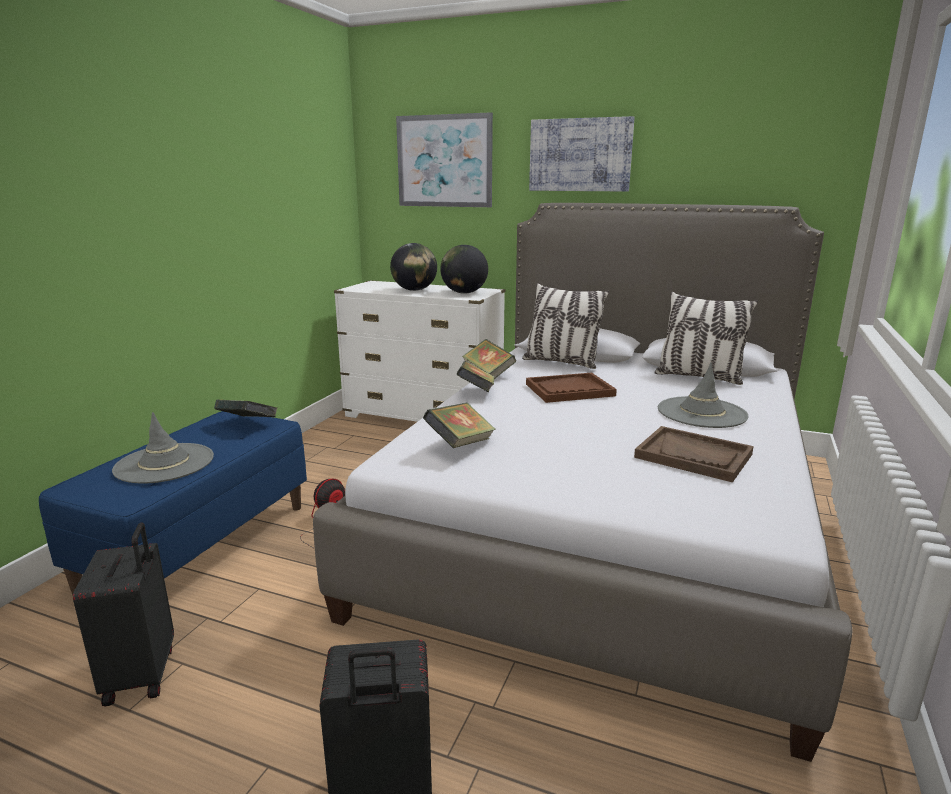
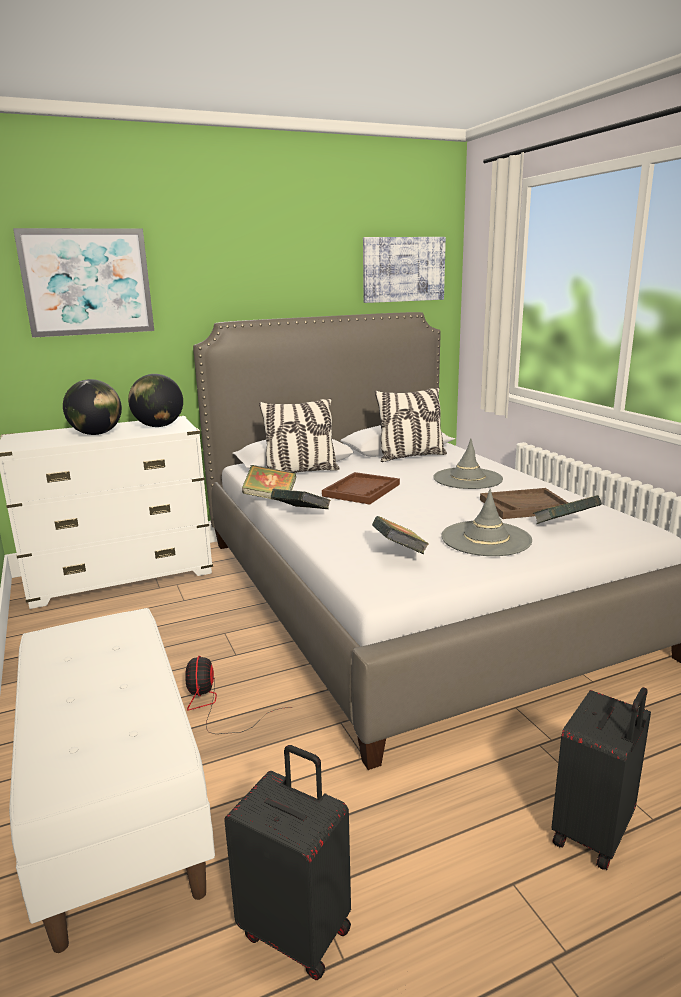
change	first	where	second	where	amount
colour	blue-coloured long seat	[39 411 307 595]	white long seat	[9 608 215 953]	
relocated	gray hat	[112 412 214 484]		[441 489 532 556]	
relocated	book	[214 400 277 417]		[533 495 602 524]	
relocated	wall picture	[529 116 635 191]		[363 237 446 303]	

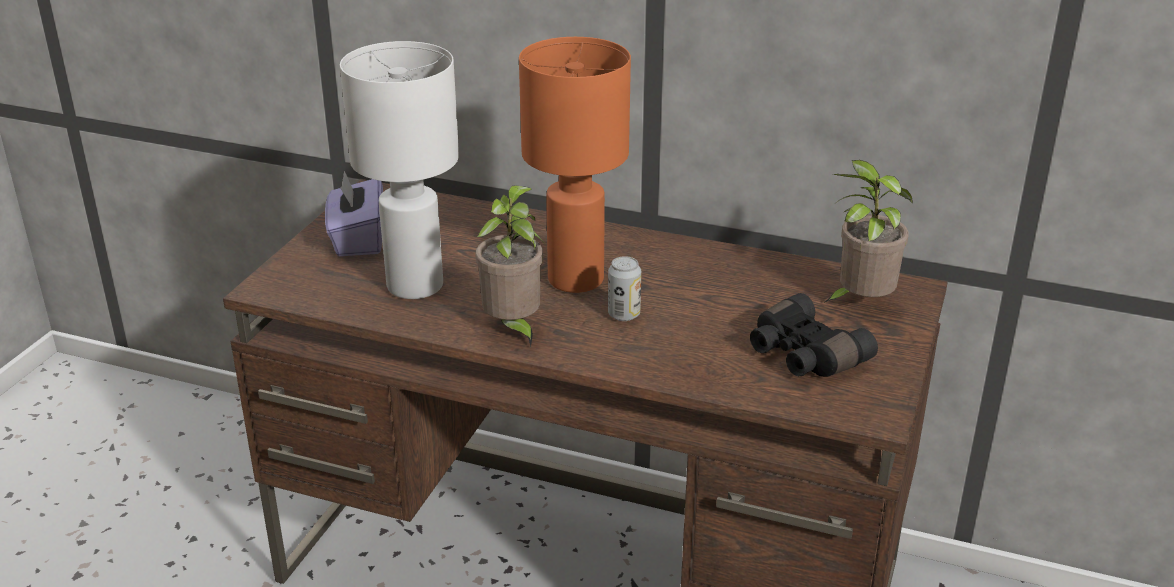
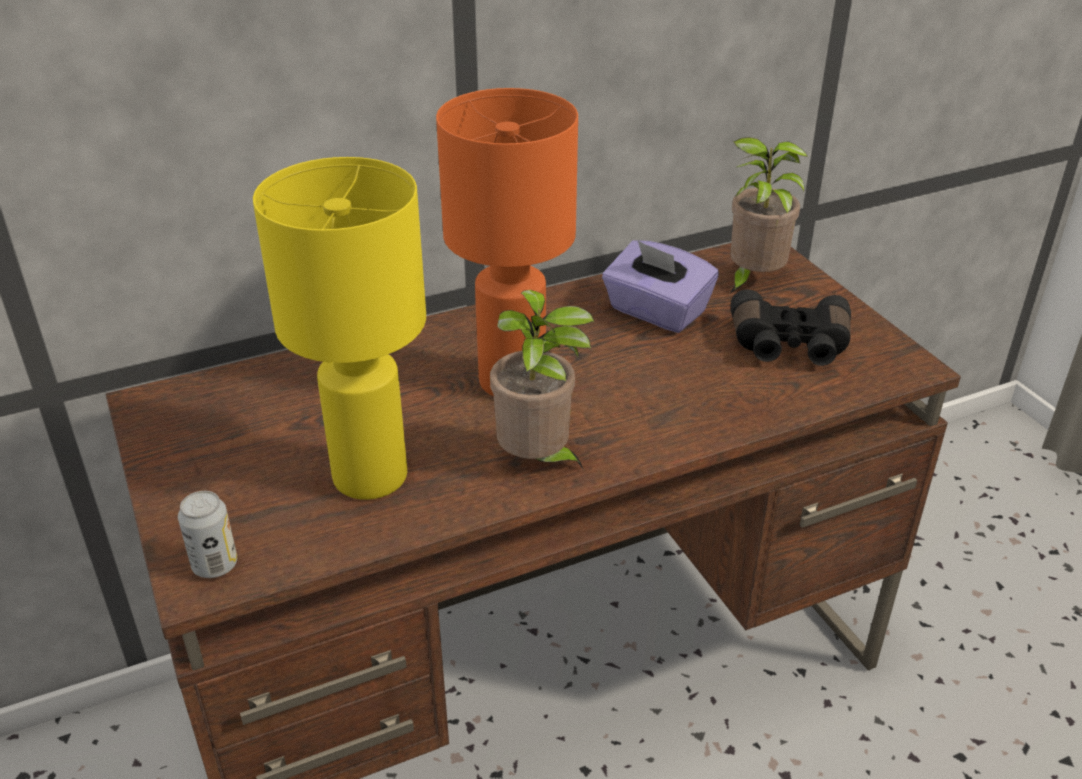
change	first	where	second	where	amount
relocated	purplish tissue box	[325 171 383 256]		[602 240 719 333]	
colour	white lamp for a table	[340 41 459 299]	yellow lamp for a table	[253 157 426 500]	
relocated	sealed can	[608 256 641 321]		[178 491 237 578]	

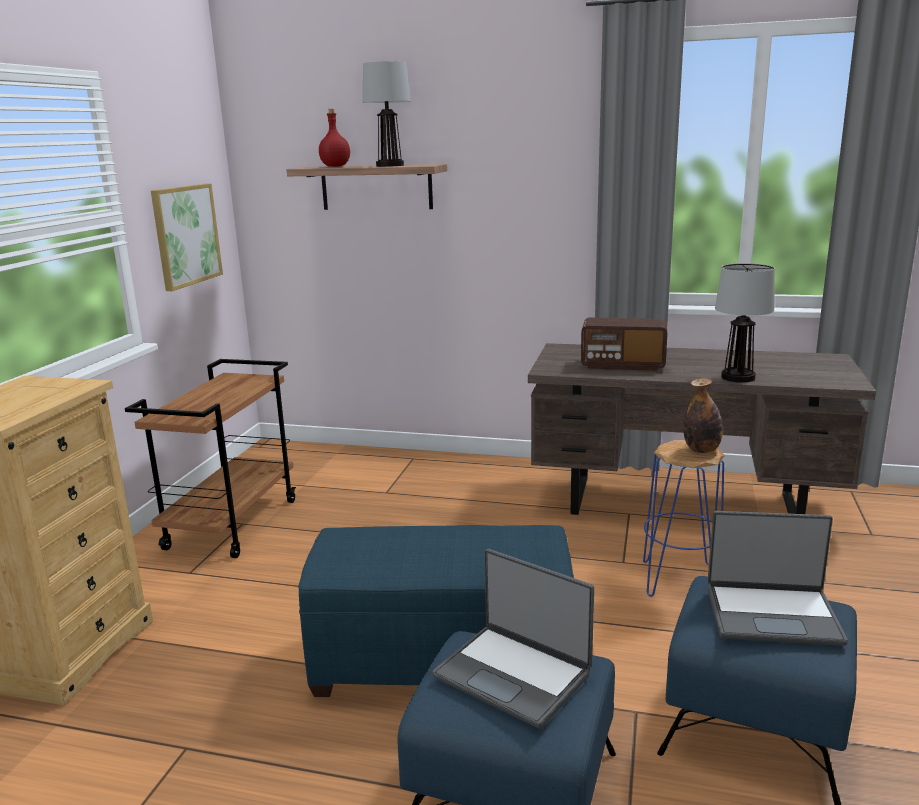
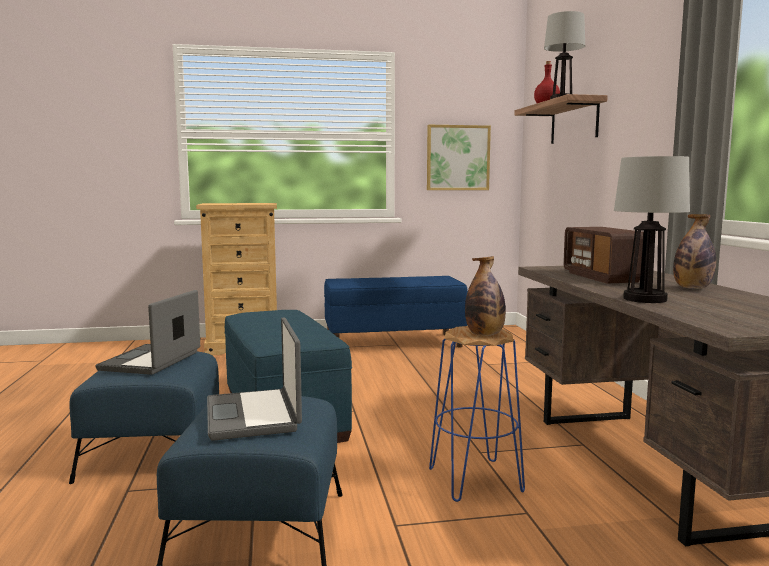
change	first	where	second	where	amount
exchanged	brown trolley	[125 359 296 558]	blue-coloured long seat	[324 276 468 347]	
appeared			drink bottle	[673 214 716 289]	

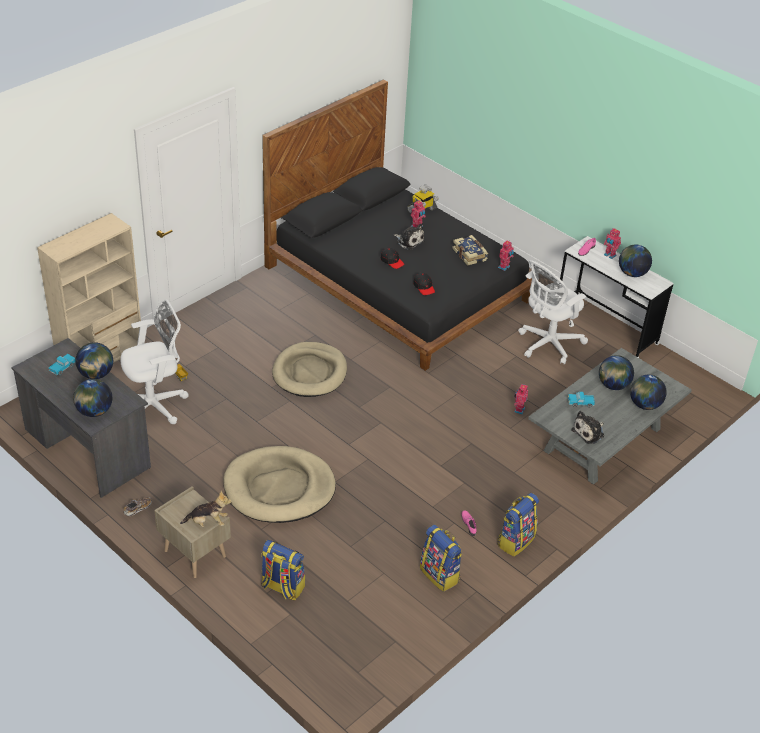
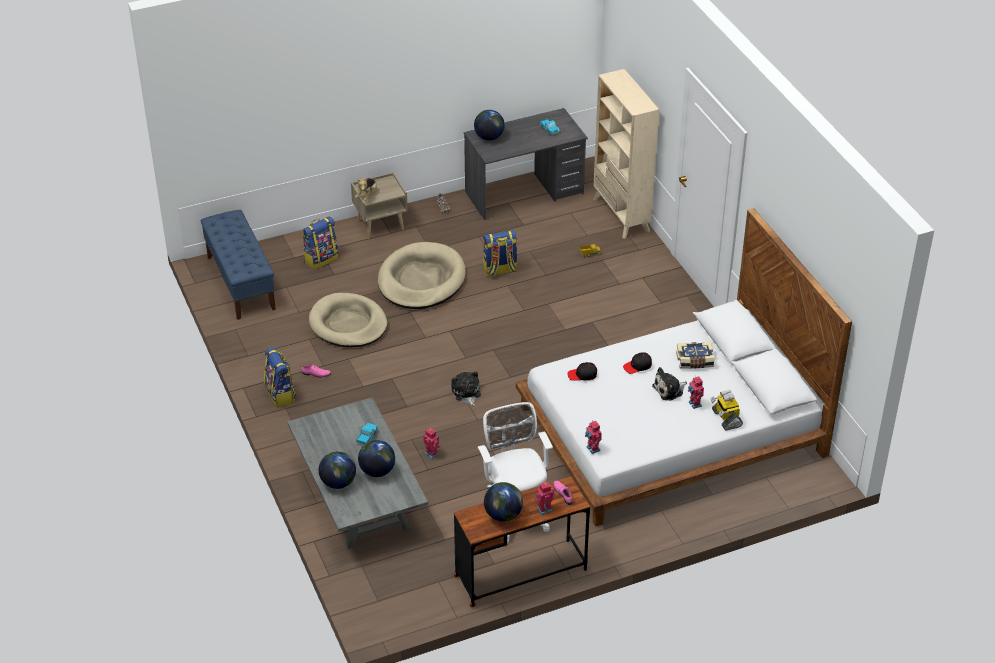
change	first	where	second	where	amount
missing	globe	[75 342 113 379]			
missing	white office chair	[121 299 189 424]			
colour	black-coloured bedroom bed	[262 79 532 371]	white bedroom bed	[516 208 852 527]	
relocated	sand-coloured pet bed	[272 342 347 397]		[309 293 388 347]	
relocated	backpack	[420 525 463 592]		[483 230 518 277]	
relocated	book	[452 235 488 266]		[676 342 715 369]	
colour	white desk table	[559 236 674 358]	brown desk table	[454 476 590 607]	
relocated	soft toy	[571 411 604 444]		[451 371 481 406]	
appeared			blue-coloured long seat	[201 210 276 320]	

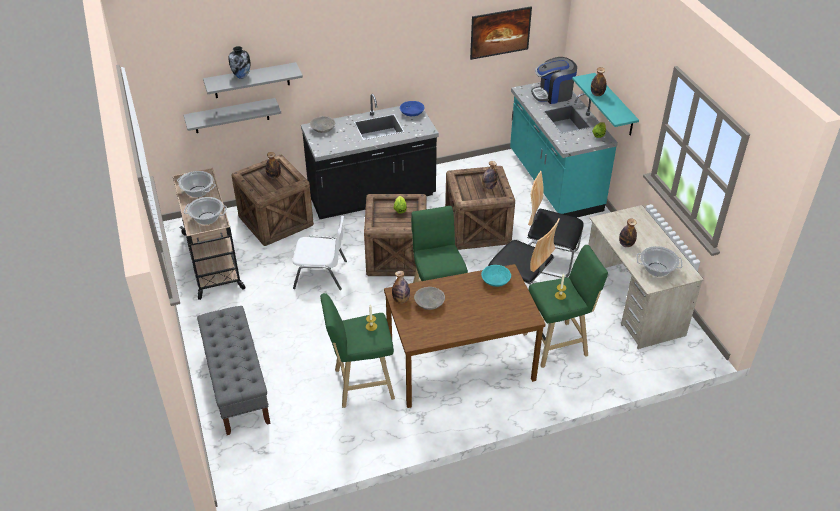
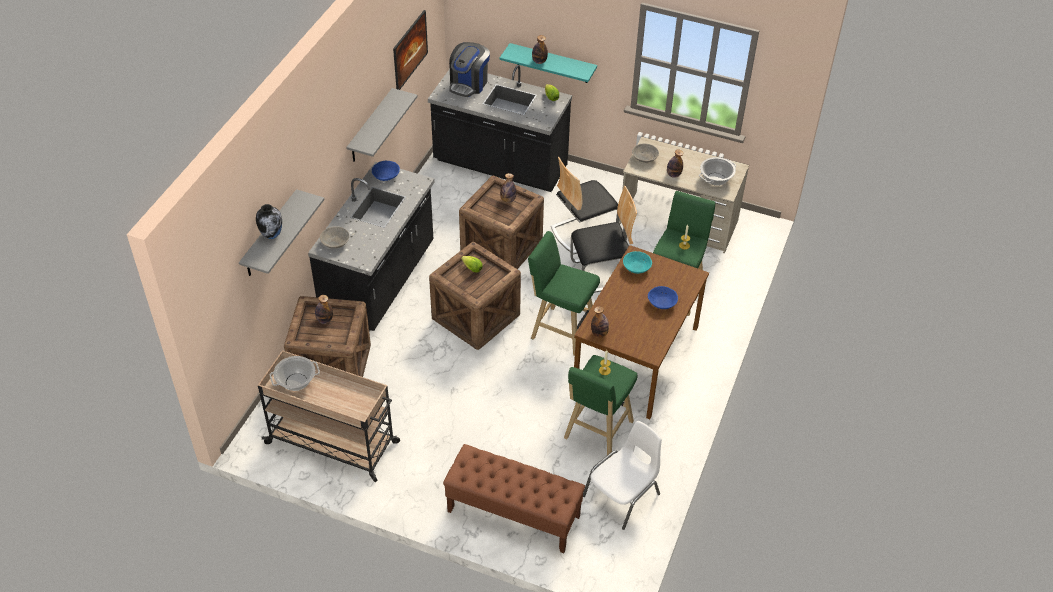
change	first	where	second	where	amount
relocated	gray wall shelf	[184 98 281 133]		[346 88 418 161]	
missing	cooking pot	[184 197 227 225]			
colour	gray long seat	[197 306 270 435]	brown long seat	[443 444 585 553]	
relocated	white chair	[292 216 347 290]		[583 421 662 530]	
relocated	gray serving bowl	[414 287 445 310]		[632 143 659 163]	
colour	blue-green kitchen counter	[510 82 618 218]	black-coloured kitchen counter	[428 65 572 192]	
appeared			blue-coloured serving bowl	[648 286 678 309]	

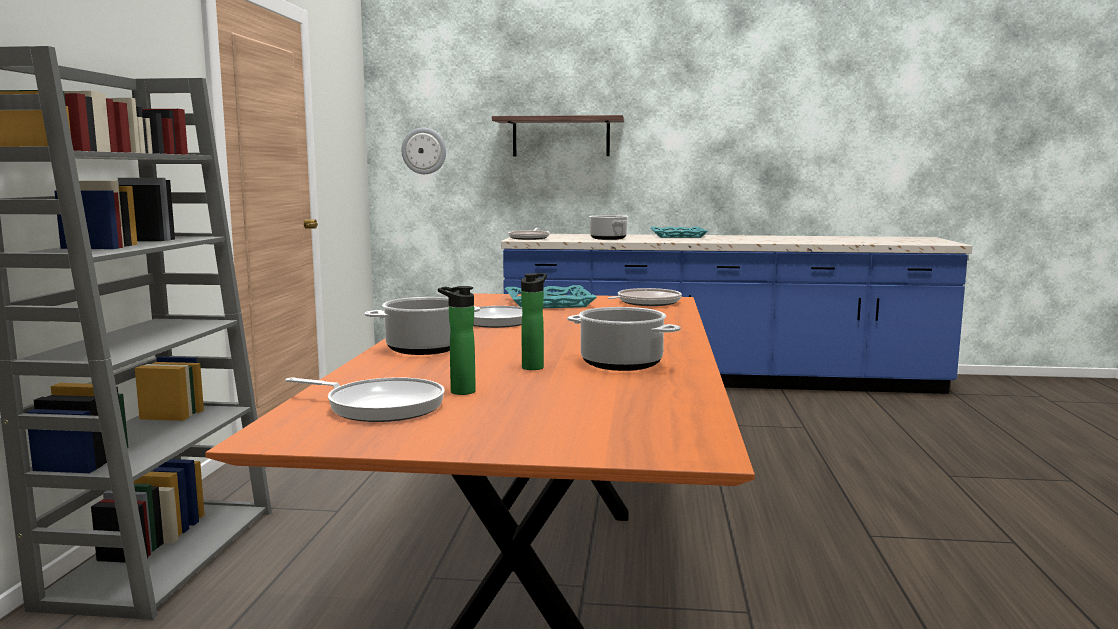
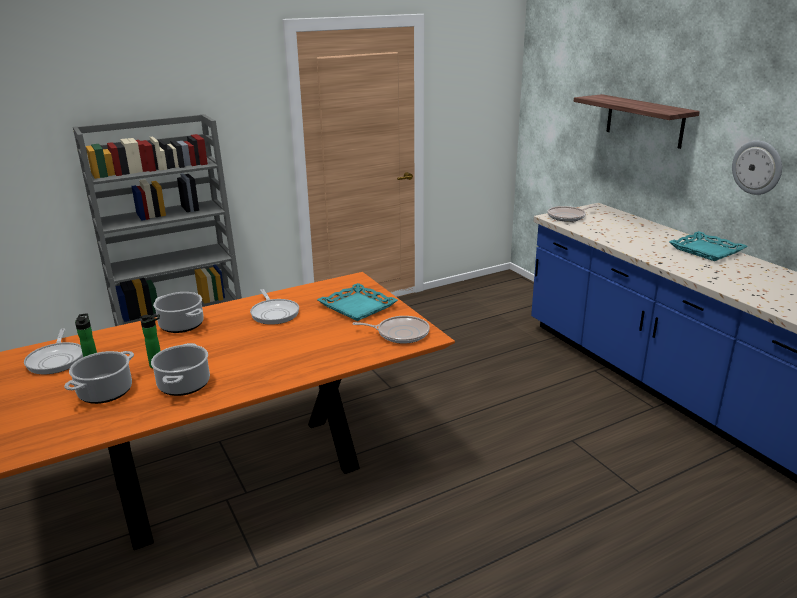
change	first	where	second	where	amount
relocated	clock on the wall	[401 128 446 174]		[732 141 782 195]	
relocated	cooking pot	[589 215 628 240]		[64 351 134 404]	

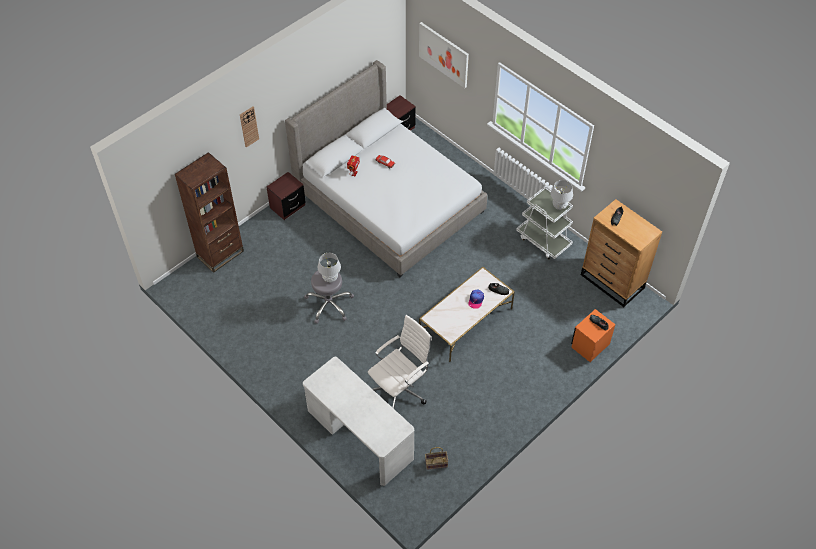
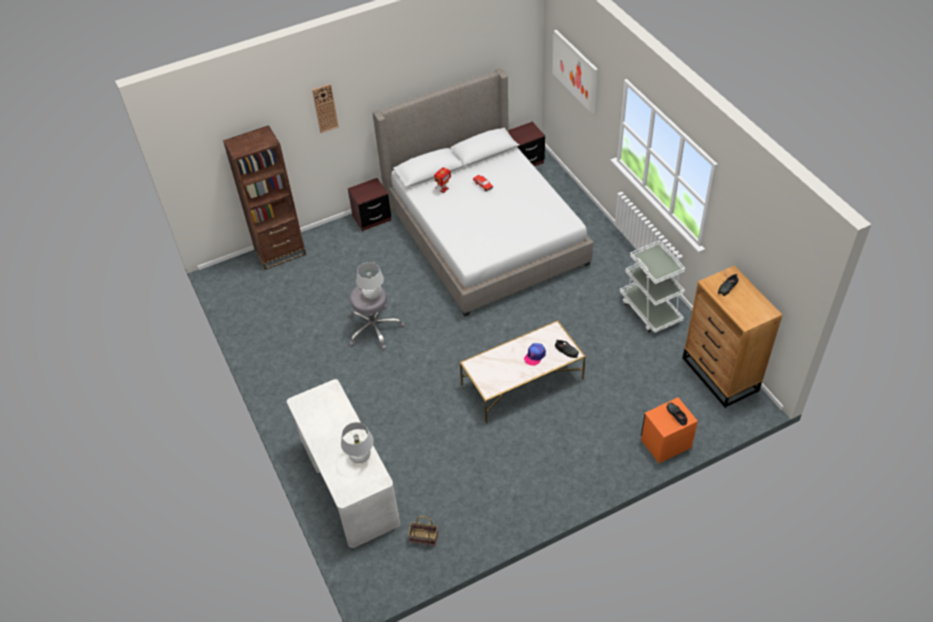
change	first	where	second	where	amount
missing	white office chair	[368 315 432 409]			
relocated	white lamp for a table	[551 180 573 210]		[341 422 374 463]	

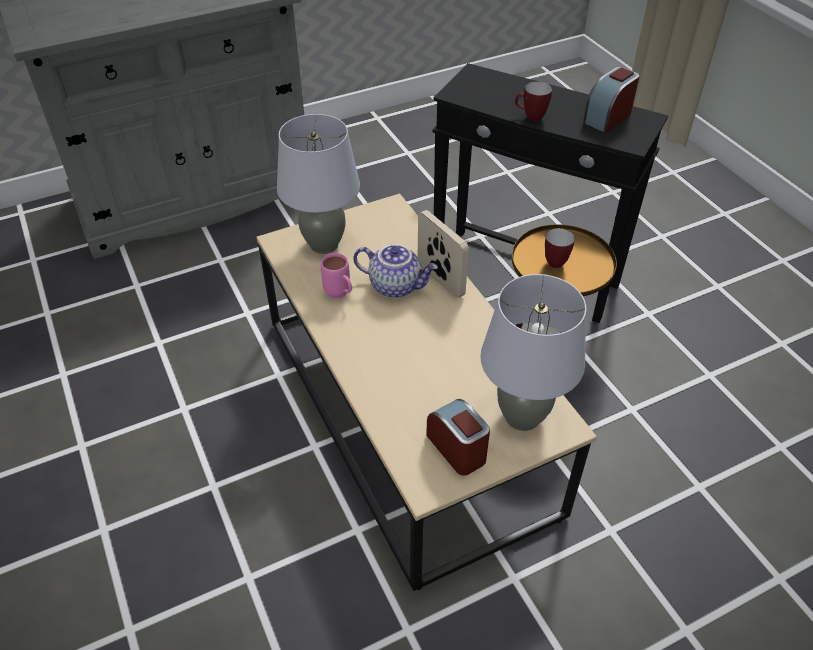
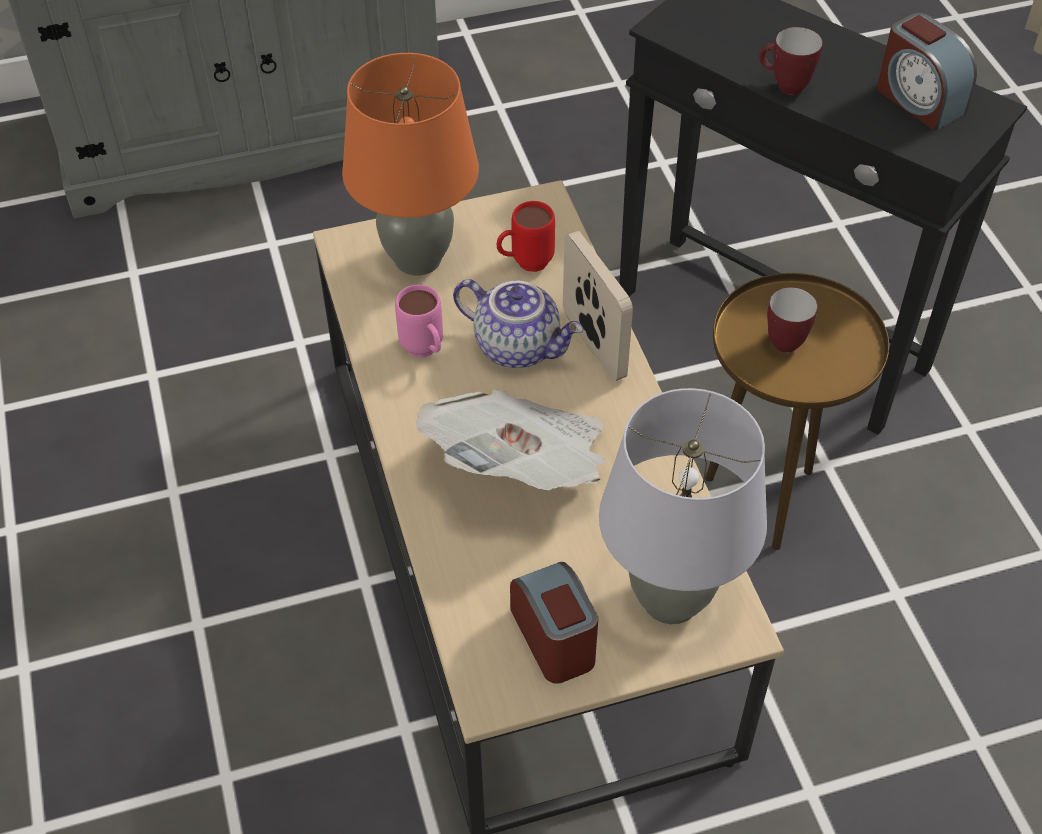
change	first	where	second	where	amount
colour	gray lamp for a table	[277 114 360 254]	orangey lamp for a table	[342 53 479 276]	
spun	bedside clock	[583 67 640 133]		[877 13 977 131]	90 degrees counterclockwise
appeared			printed paper	[416 389 606 490]	
appeared			reddish tea mug	[497 201 555 272]	

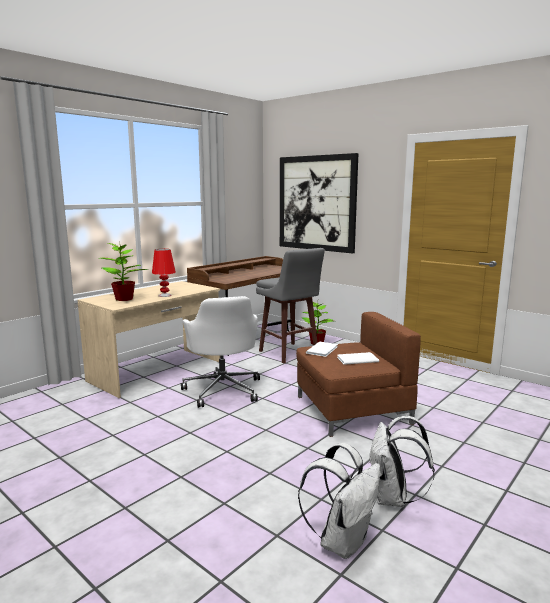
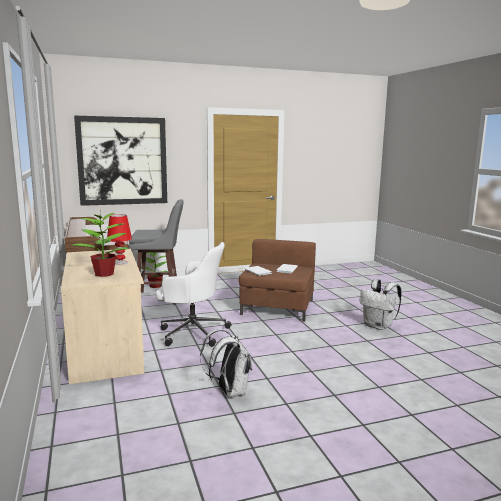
change	first	where	second	where	amount
relocated	white backpack	[298 443 380 559]		[200 329 252 398]	

